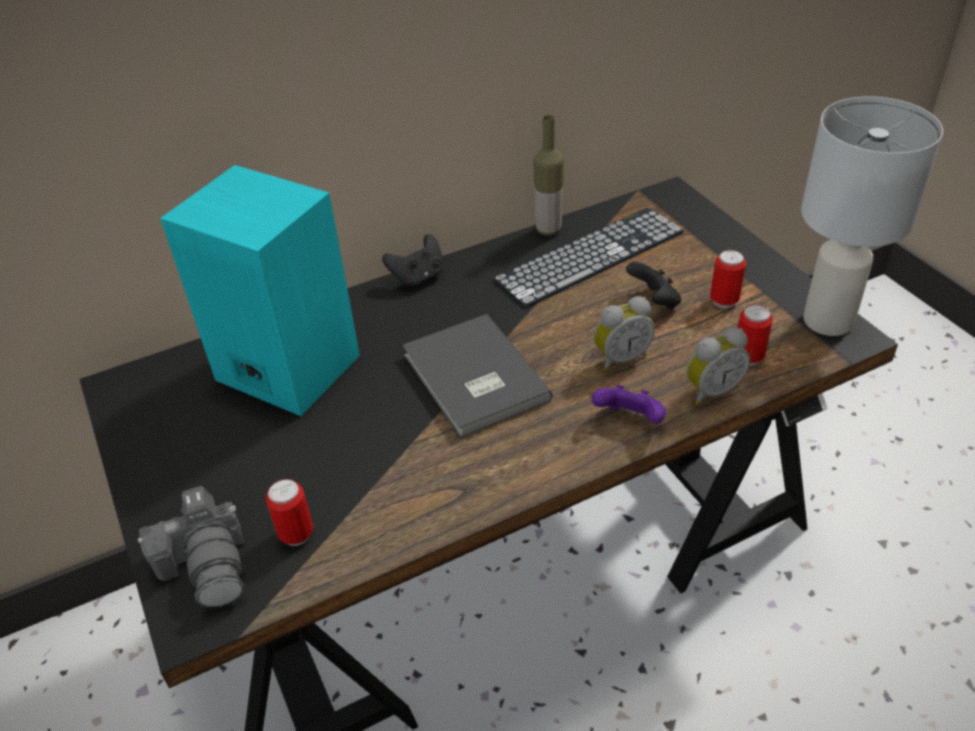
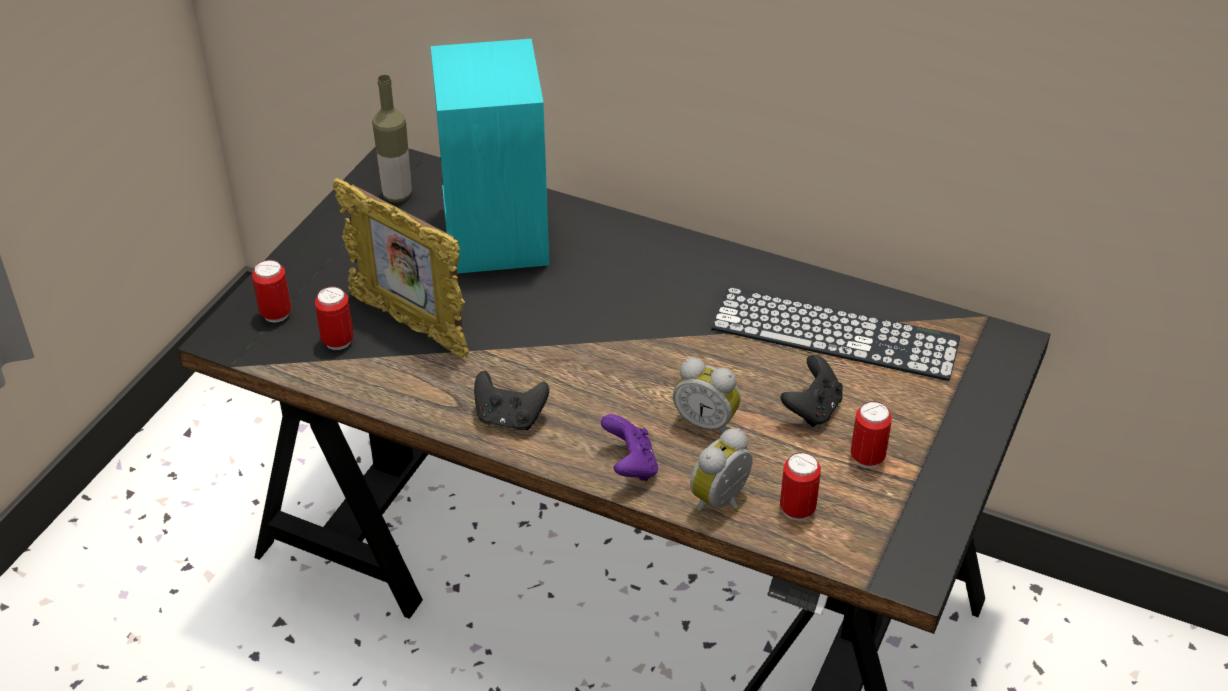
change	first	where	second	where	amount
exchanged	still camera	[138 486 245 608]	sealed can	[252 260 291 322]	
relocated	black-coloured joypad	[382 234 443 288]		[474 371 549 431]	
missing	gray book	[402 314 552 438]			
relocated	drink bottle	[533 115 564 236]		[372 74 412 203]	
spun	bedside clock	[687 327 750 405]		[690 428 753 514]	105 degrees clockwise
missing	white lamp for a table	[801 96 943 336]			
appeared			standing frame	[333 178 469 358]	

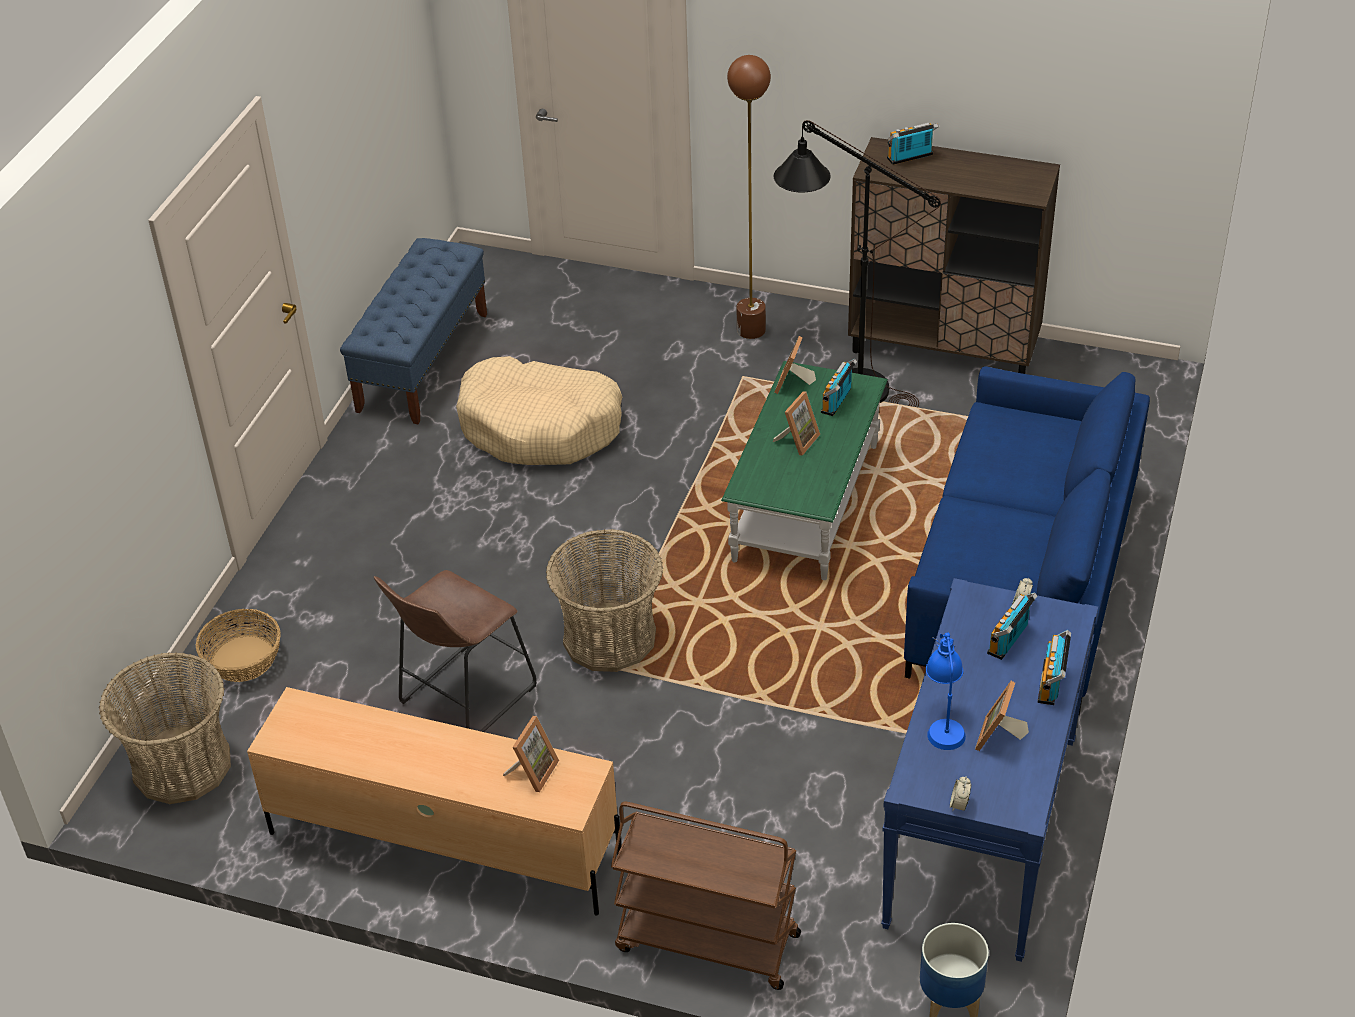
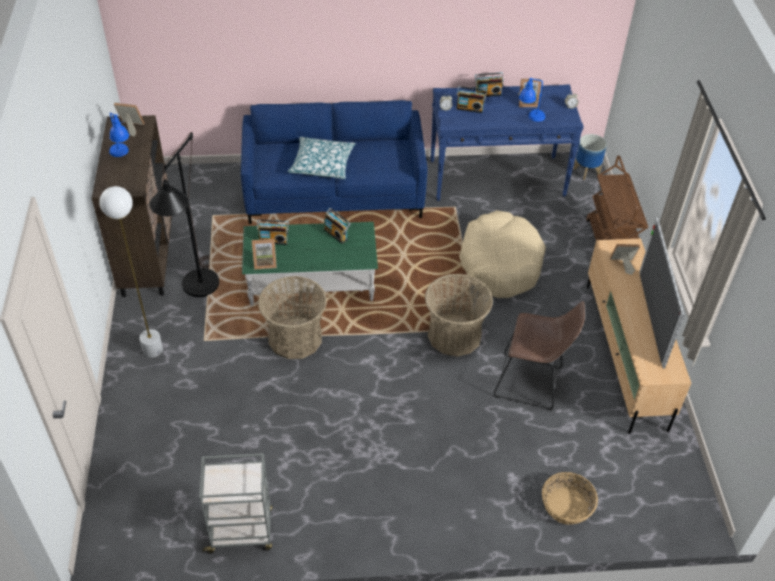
change	first	where	second	where	amount
relocated	household basket	[99 652 231 804]		[258 276 327 359]	
exchanged	blue-coloured long seat	[340 238 487 424]	gray trolley	[199 454 272 554]	
relocated	sand-coloured pet bed	[456 356 622 465]		[459 210 546 298]	
colour	brown standard lamp	[727 55 771 339]	white standard lamp	[99 186 163 358]	
relocated	standing frame	[773 391 820 456]		[114 103 144 137]	
relocated	radio set	[887 123 939 165]		[324 208 351 244]	
appeared			blue-coloured lamp for a table	[109 112 129 157]	
appeared			throw pillow	[288 137 356 179]	
appeared			TV	[639 218 685 368]	

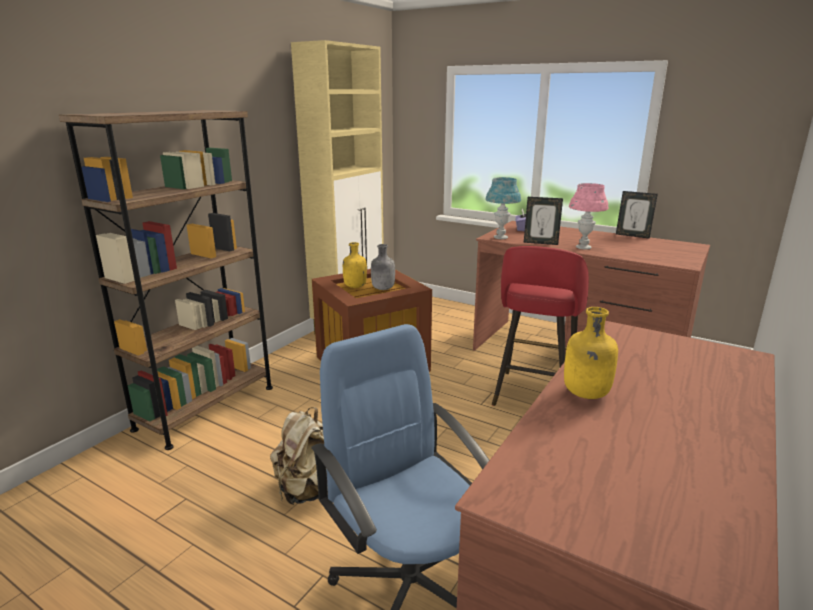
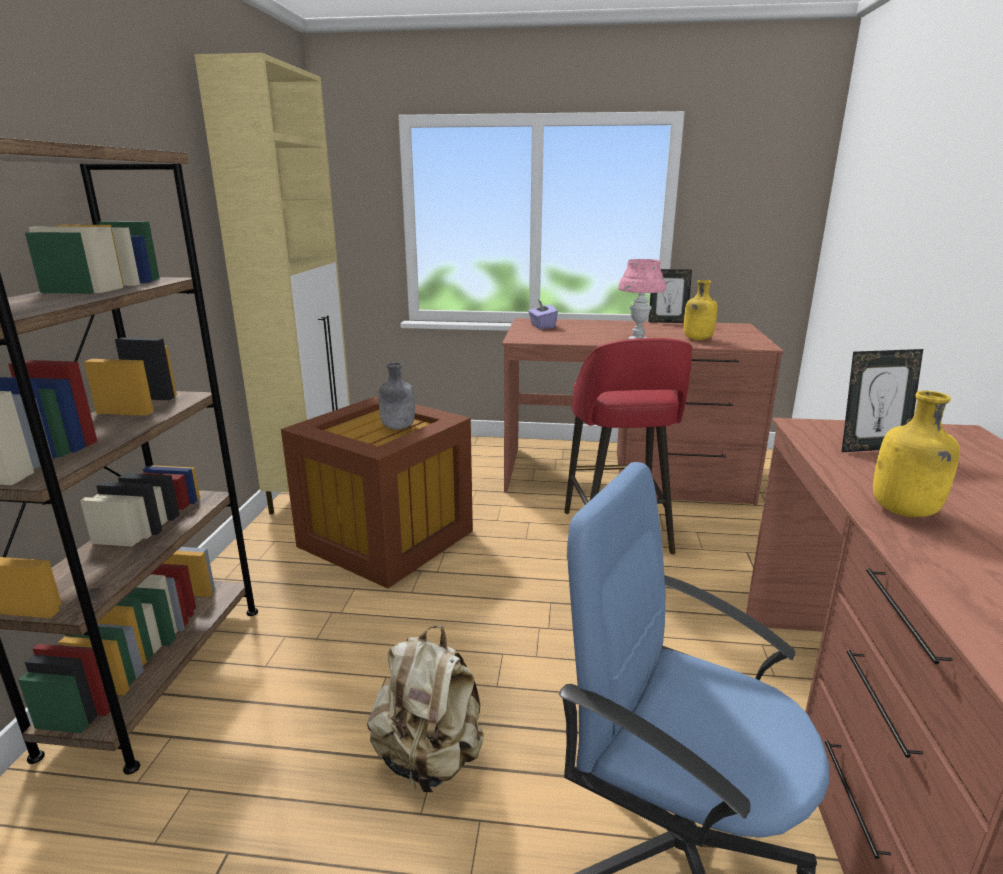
change	first	where	second	where	amount
relocated	yellow drink bottle	[343 242 367 288]		[684 280 717 340]	
missing	blue-coloured lamp for a table	[485 177 521 239]			
relocated	standing frame	[524 197 563 245]		[842 349 923 452]	

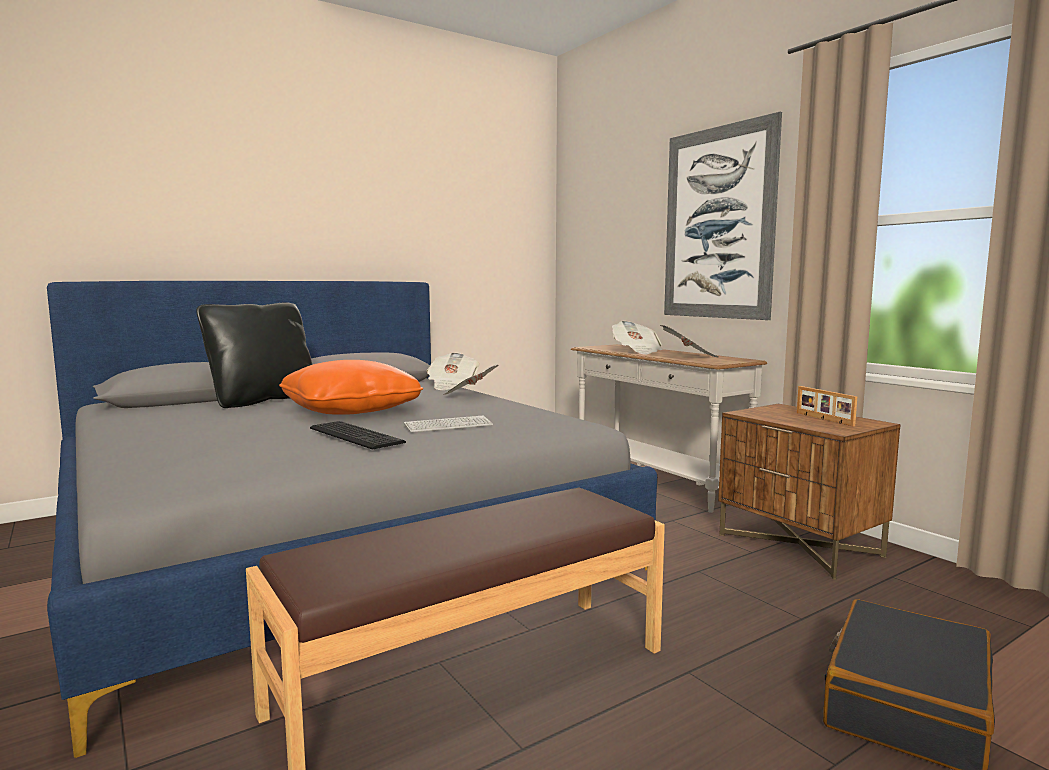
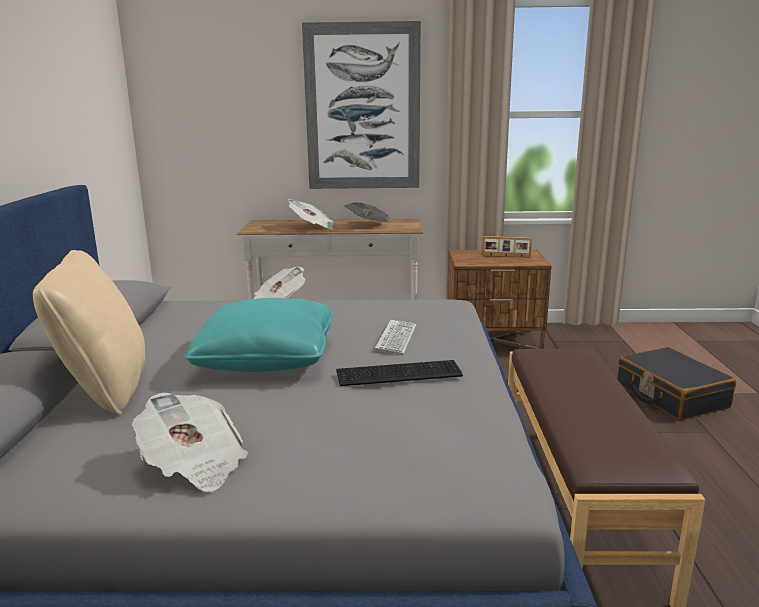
change	first	where	second	where	amount
colour	black-coloured throw pillow	[196 302 312 408]	sand-coloured throw pillow	[33 250 145 415]	
colour	orangey throw pillow	[279 360 423 415]	blue-green throw pillow	[184 298 333 372]	
relocated	printed paper	[427 352 480 390]		[132 392 248 492]	

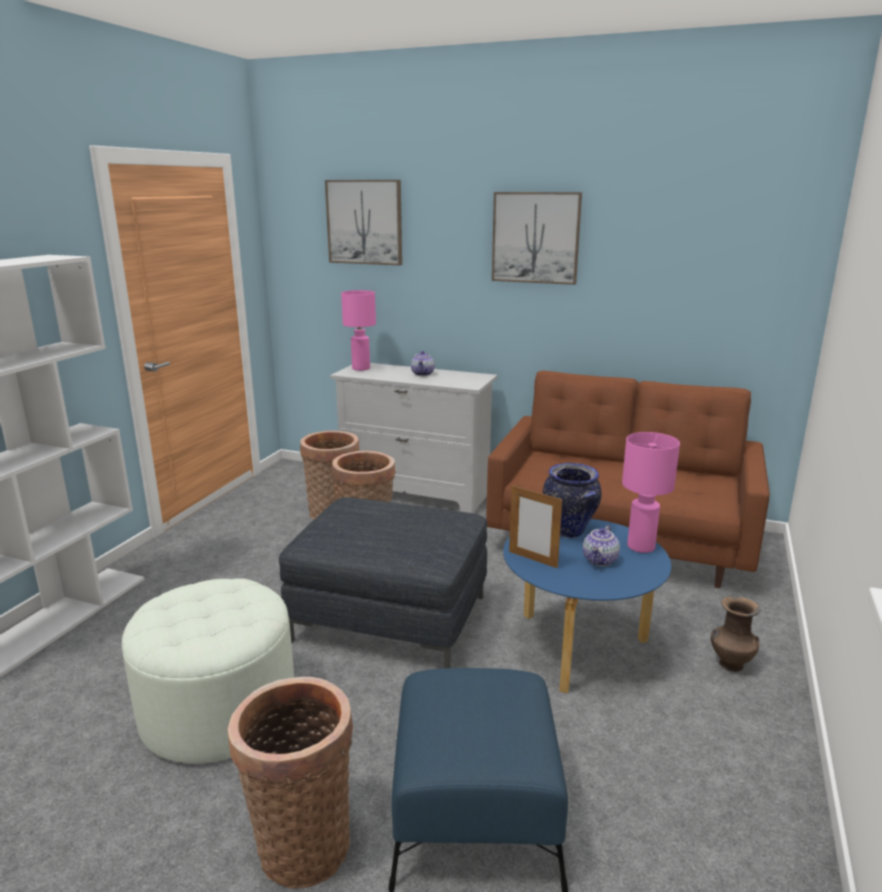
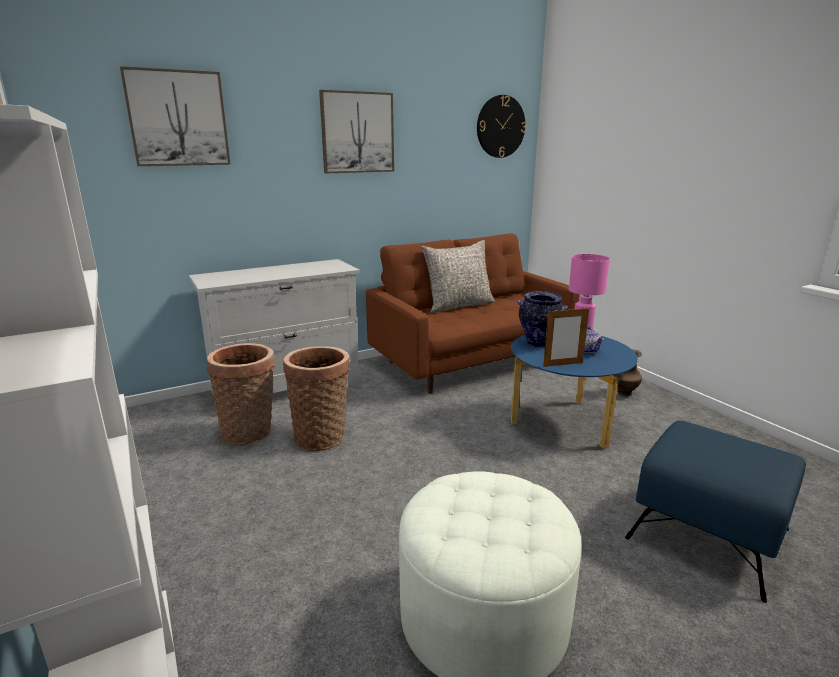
change	first	where	second	where	amount
missing	household basket	[228 677 353 889]			
missing	gray ottoman	[279 497 487 668]			
missing	pinkish lamp for a table	[341 290 376 371]			
missing	tea pot	[411 351 435 376]			
appeared			gray throw pillow	[421 240 495 313]	
appeared			clock on the wall	[477 95 526 158]	

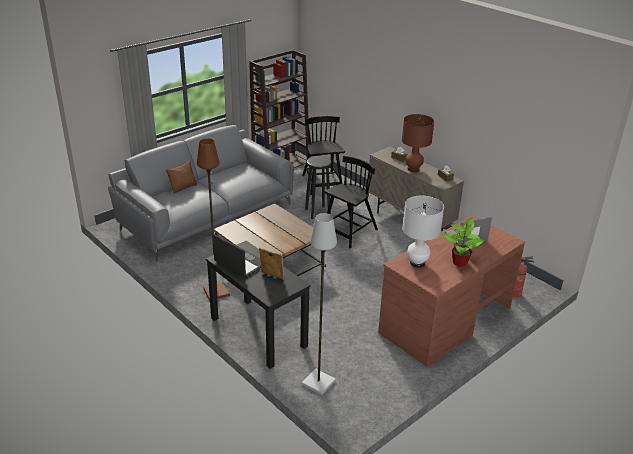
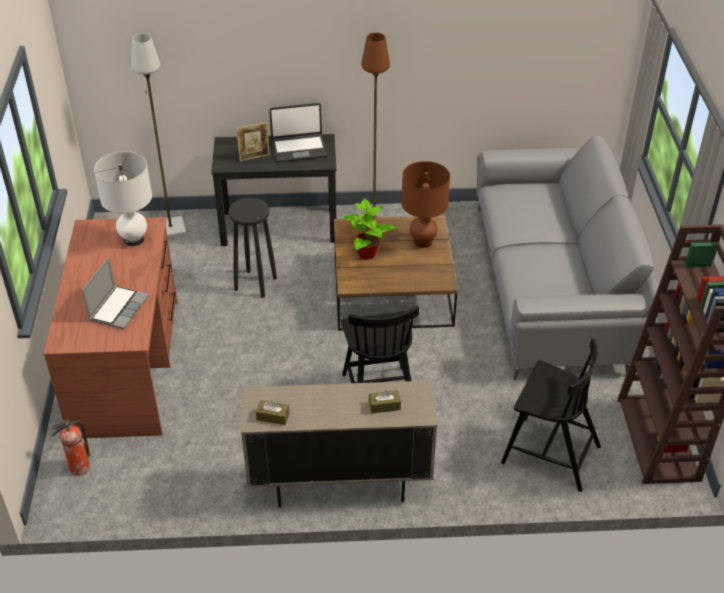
change	first	where	second	where	amount
missing	brown throw pillow	[166 161 197 194]			
relocated	black-coloured sitting stool	[305 156 332 219]		[228 198 277 298]	
relocated	brown lamp for a table	[402 114 434 172]		[401 161 450 248]	
relocated	potted plant	[442 217 484 267]		[343 198 397 260]	

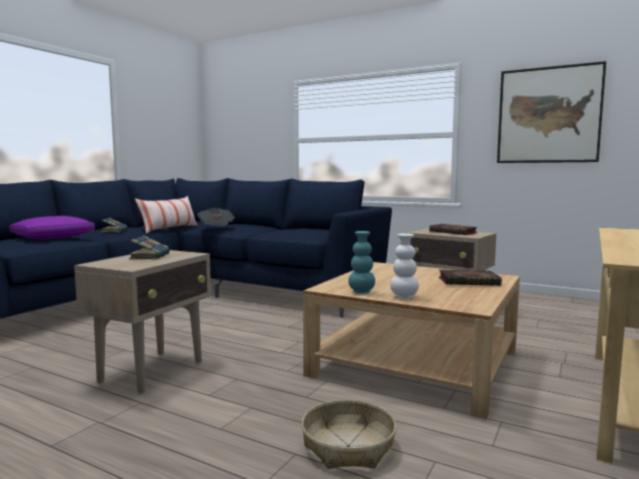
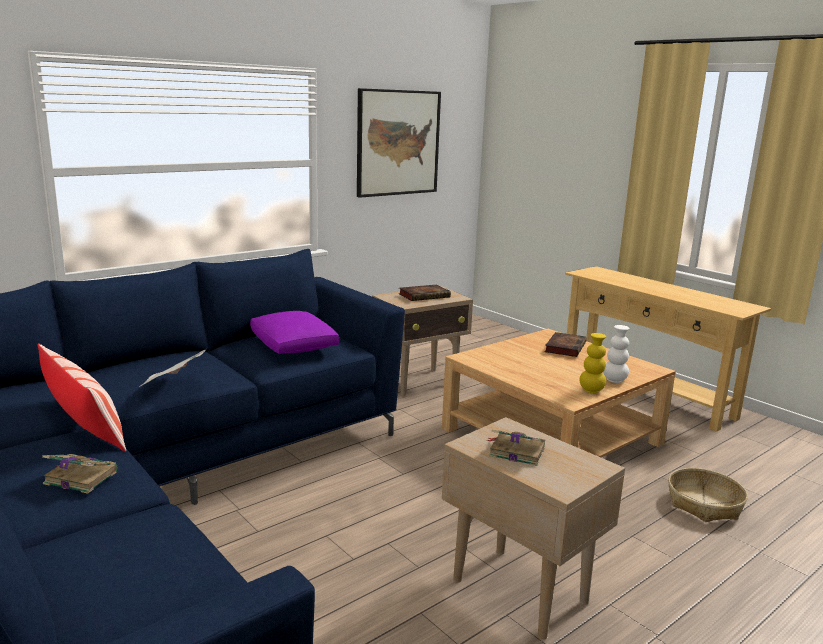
change	first	where	second	where	amount
relocated	purplish throw pillow	[9 216 95 239]		[250 311 339 354]	
colour	blue-green decorative vase	[348 231 375 293]	yellow decorative vase	[579 333 606 393]	

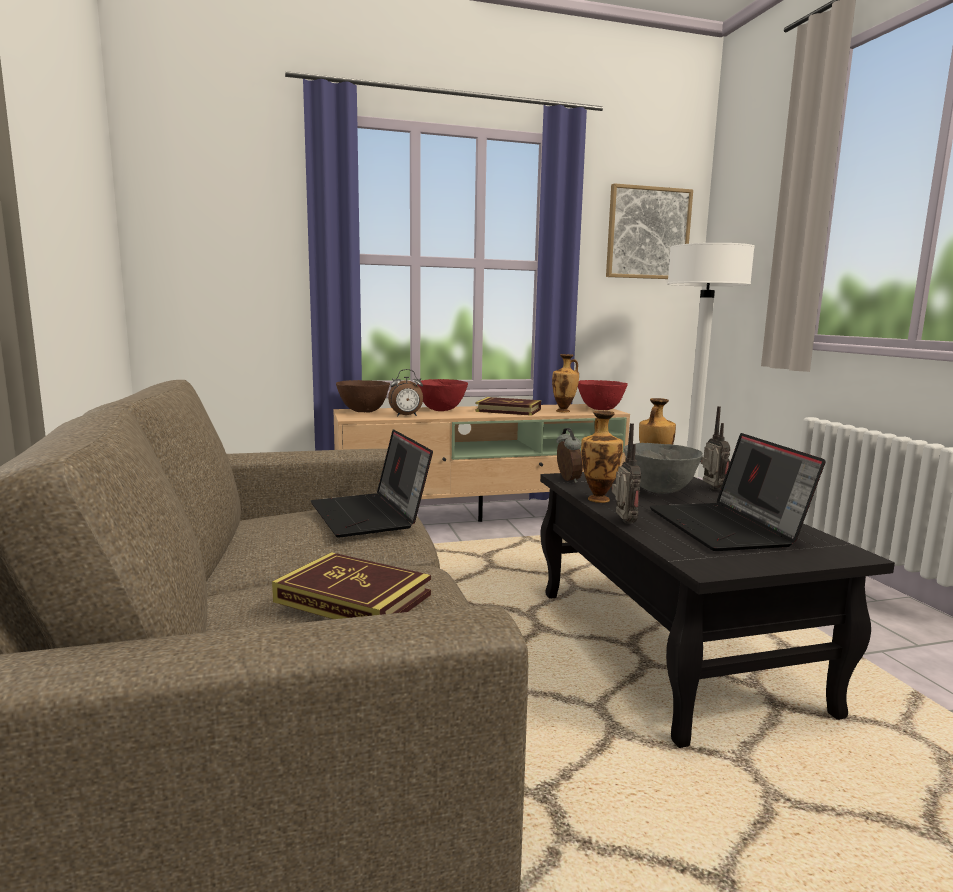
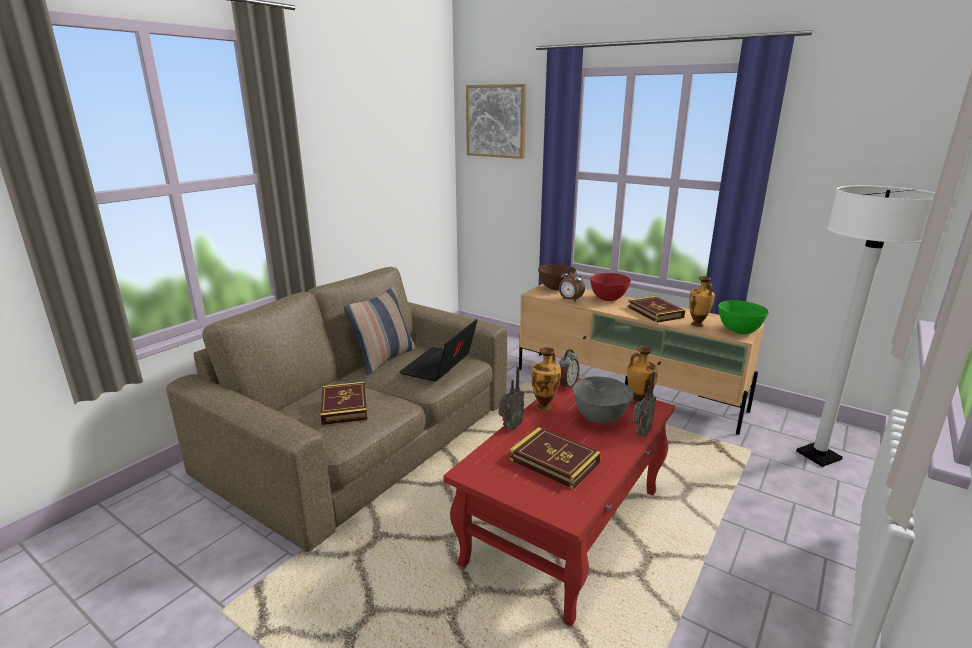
change	first	where	second	where	amount
colour	black-coloured coffee table	[540 472 895 748]	reddish coffee table	[443 378 675 626]	
colour	reddish serving bowl	[578 380 628 410]	green serving bowl	[718 300 769 334]	
relocated	wall picture	[606 183 693 279]		[466 84 526 159]	
exchanged	laptop	[650 433 826 551]	book	[509 427 601 489]	
appeared			throw pillow	[344 287 415 375]	

